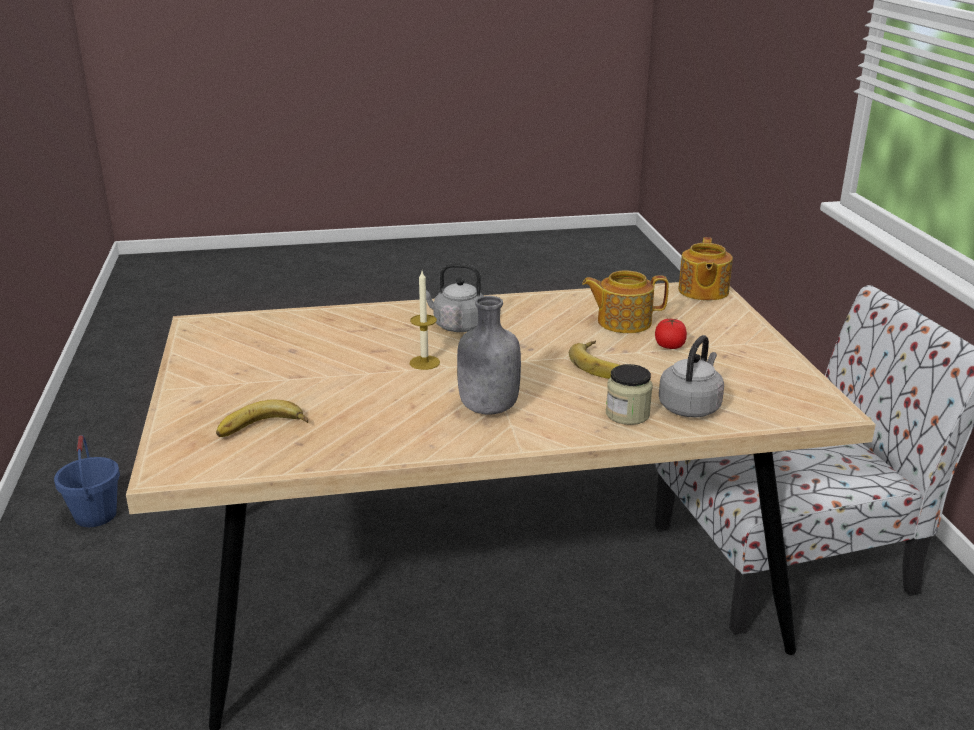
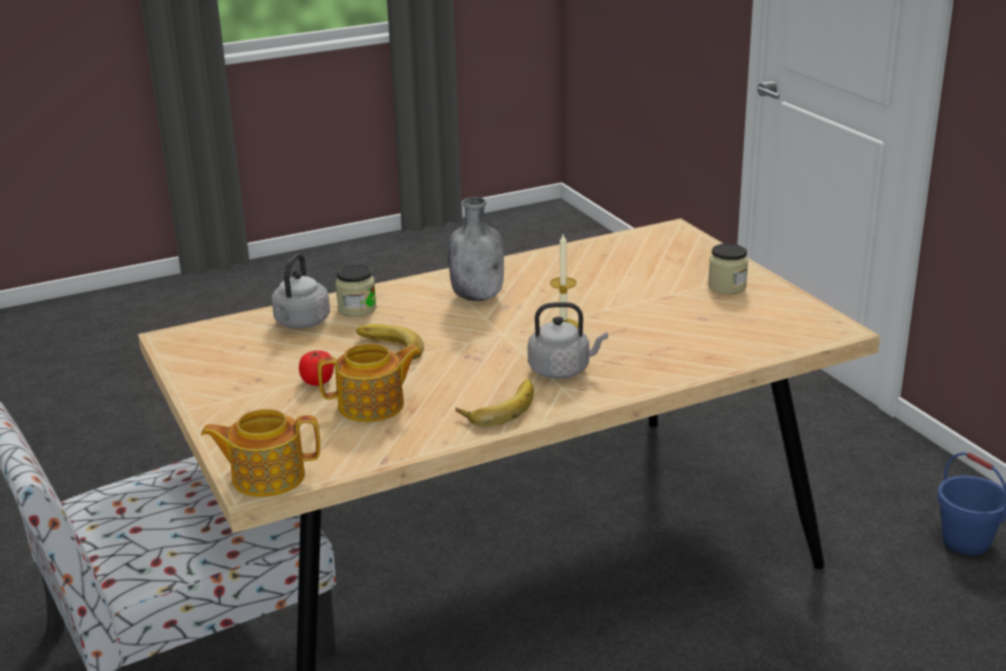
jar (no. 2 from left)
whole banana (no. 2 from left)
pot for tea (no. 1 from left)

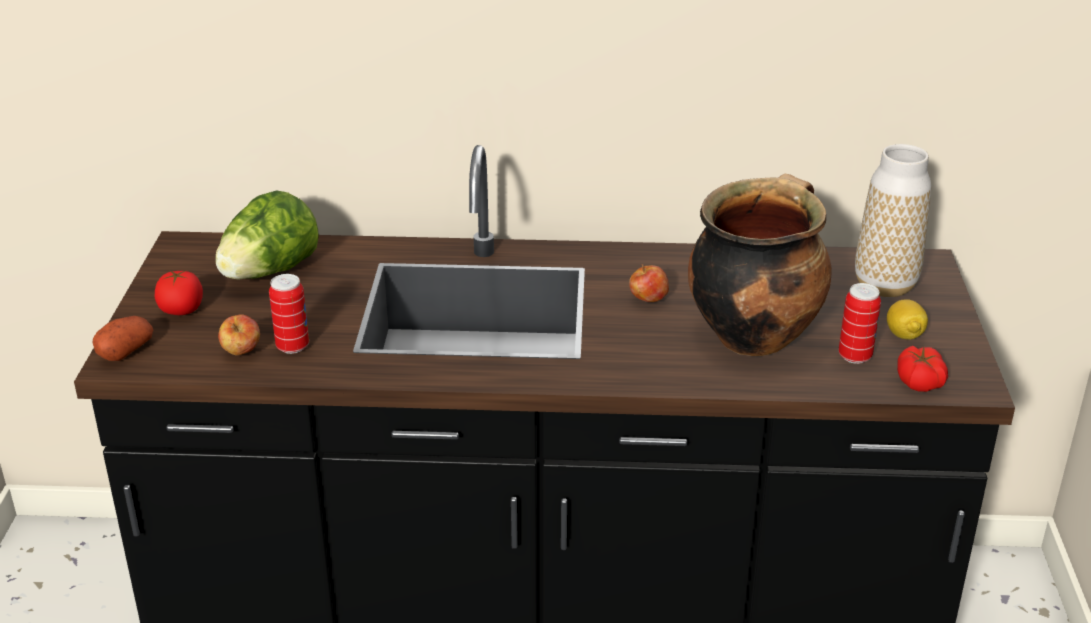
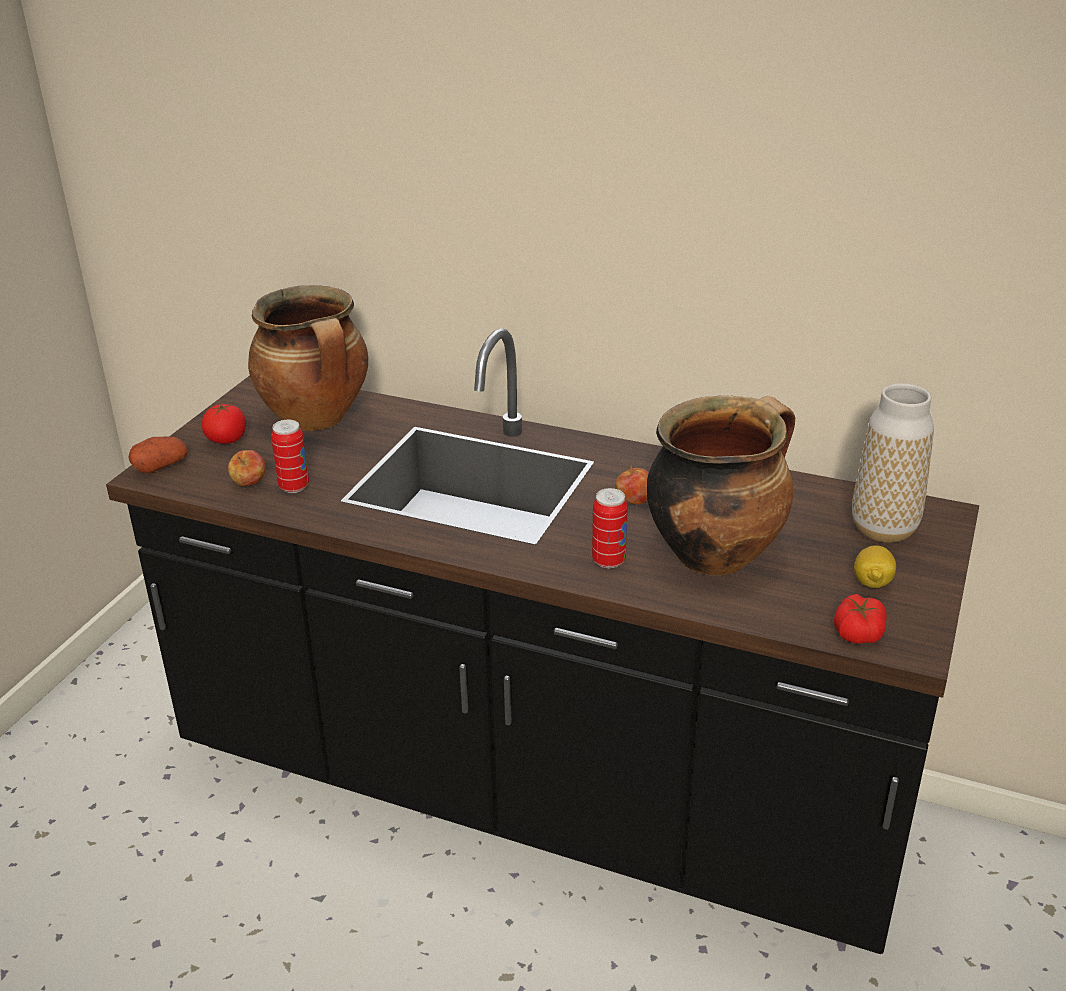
metal can (no. 2 from left)
stockpot (no. 1 from left)

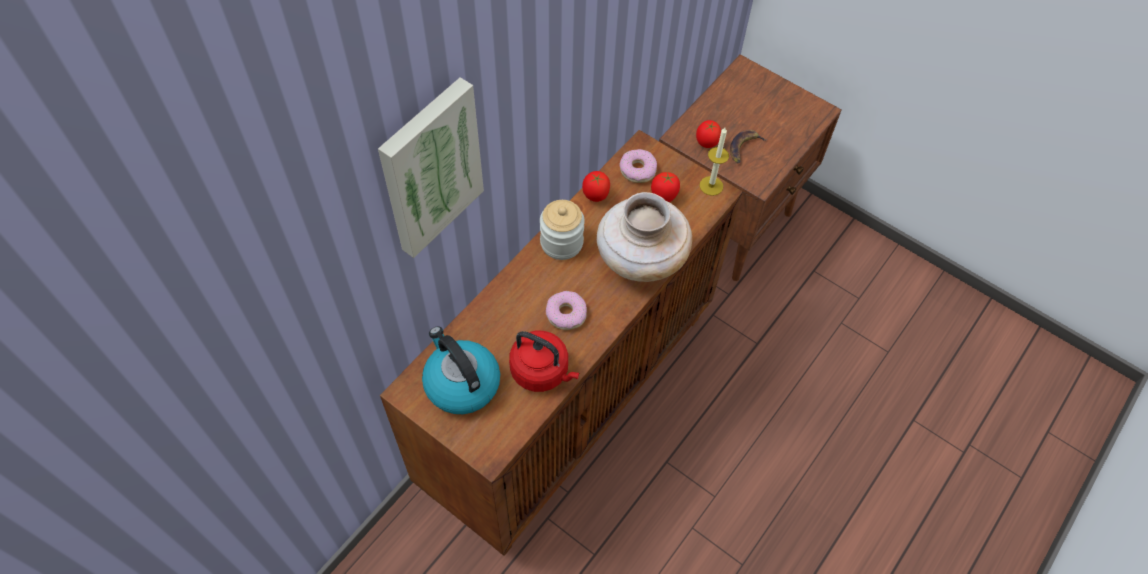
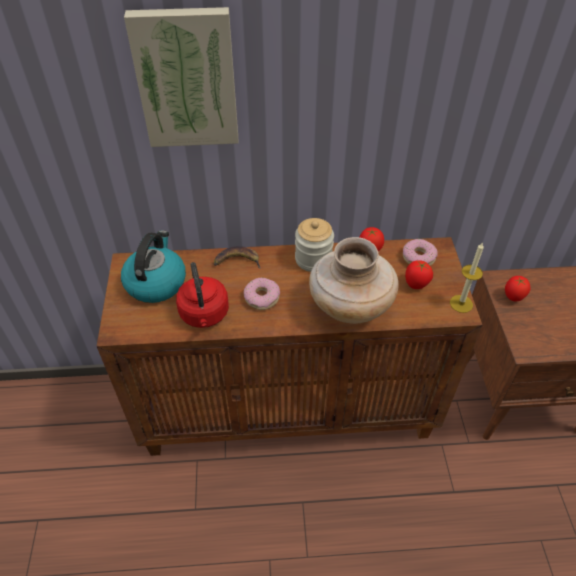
whole banana

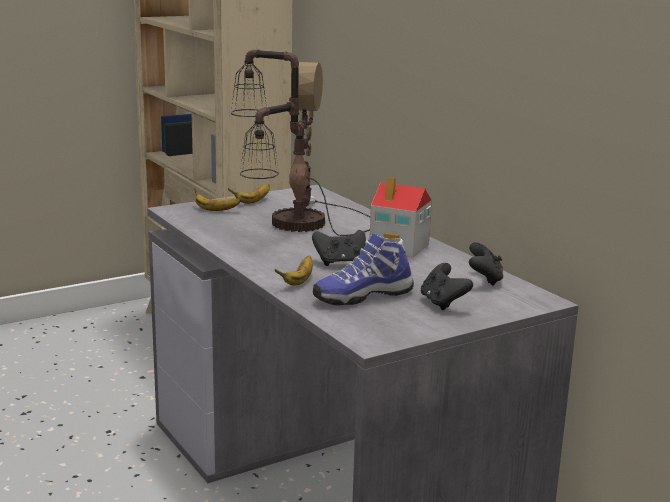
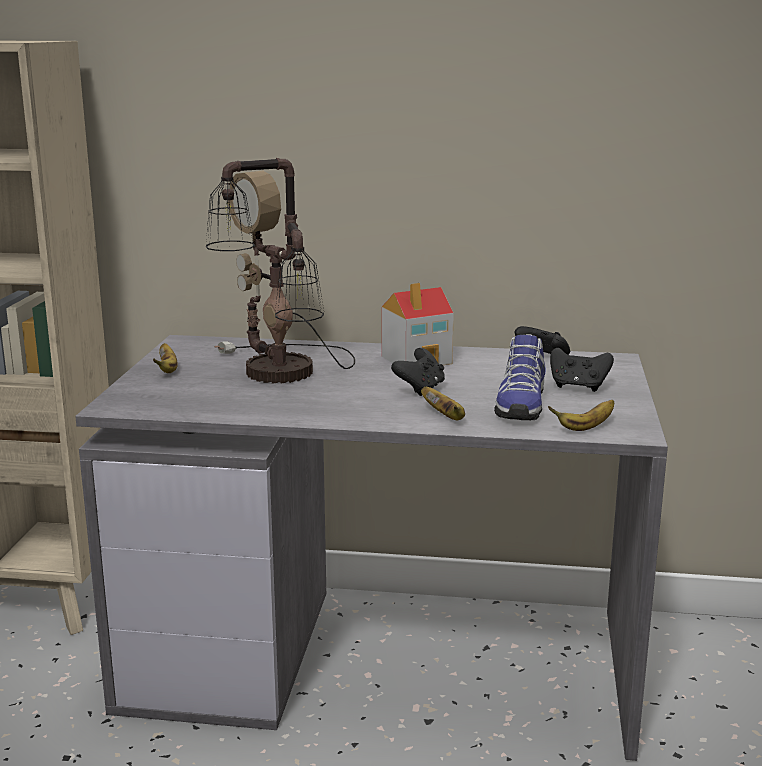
whole banana (no. 3 from left)

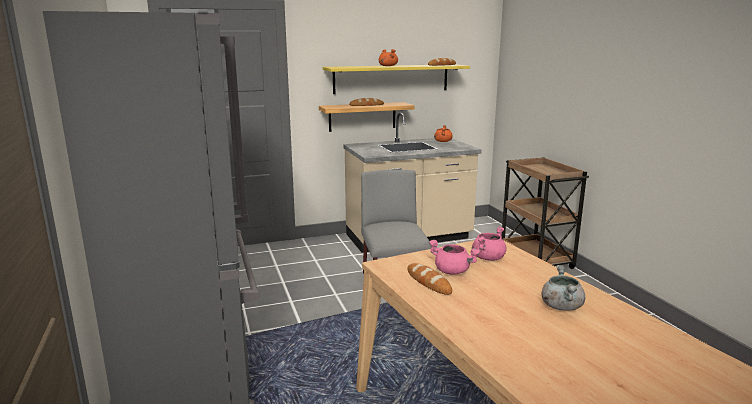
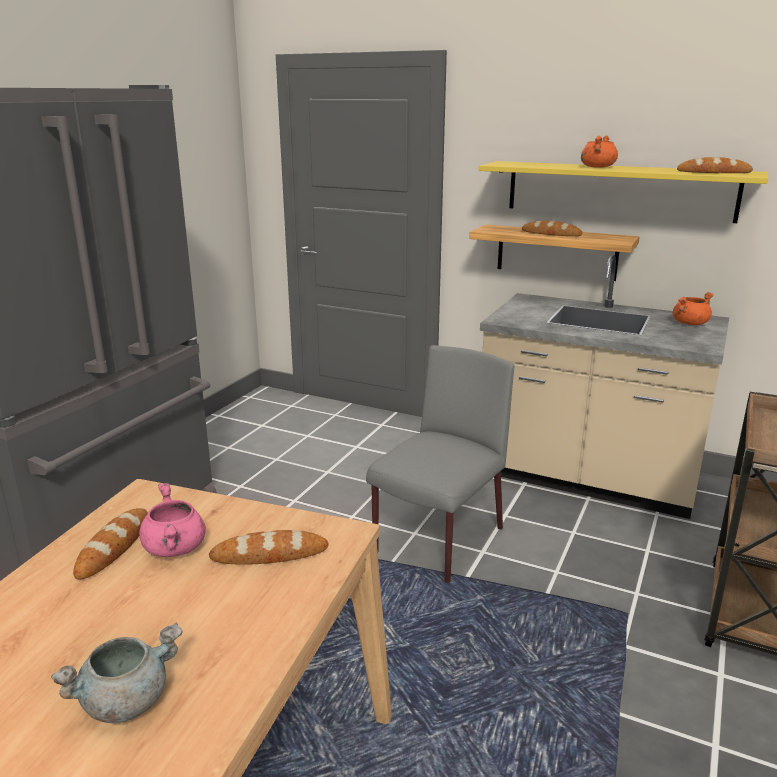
baked bread (no. 2 from left)

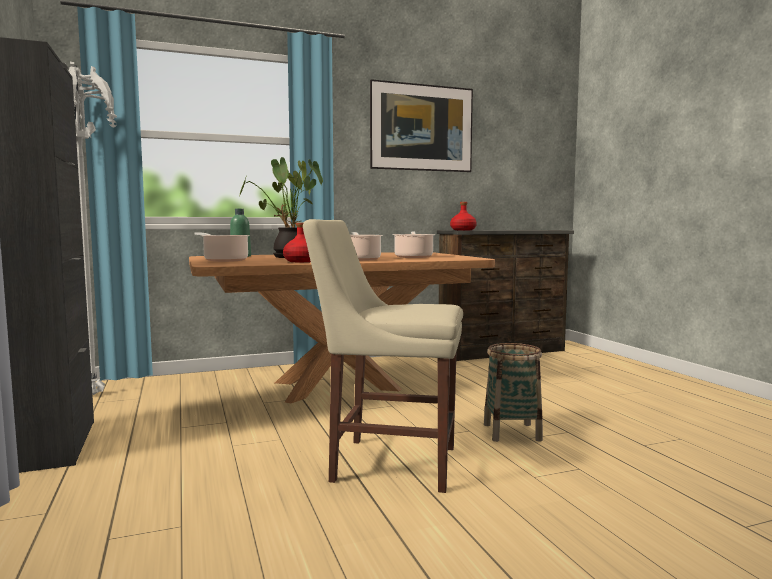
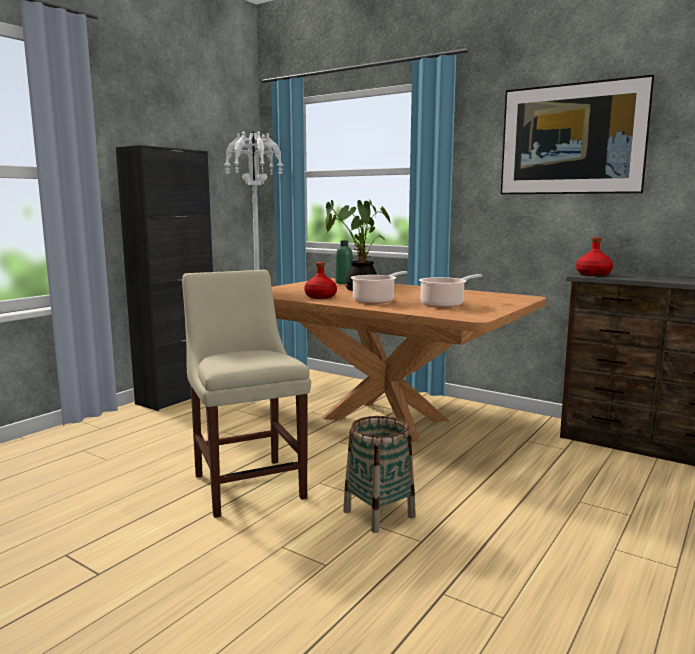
stockpot (no. 1 from left in the first image)

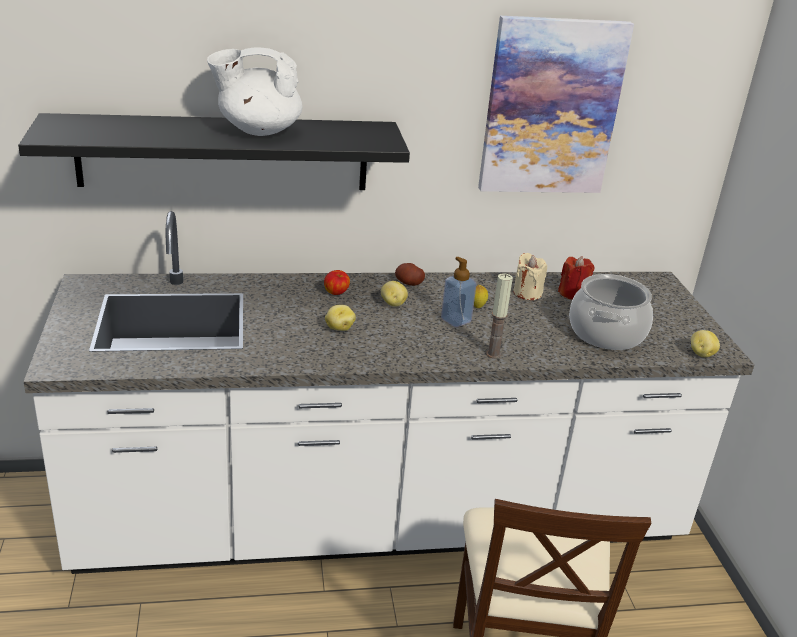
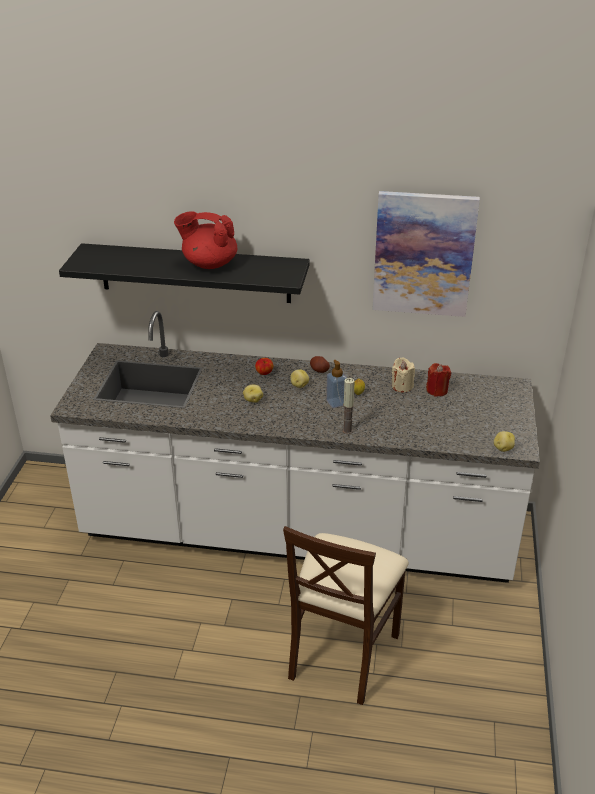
stockpot
red-coloured pot for tea

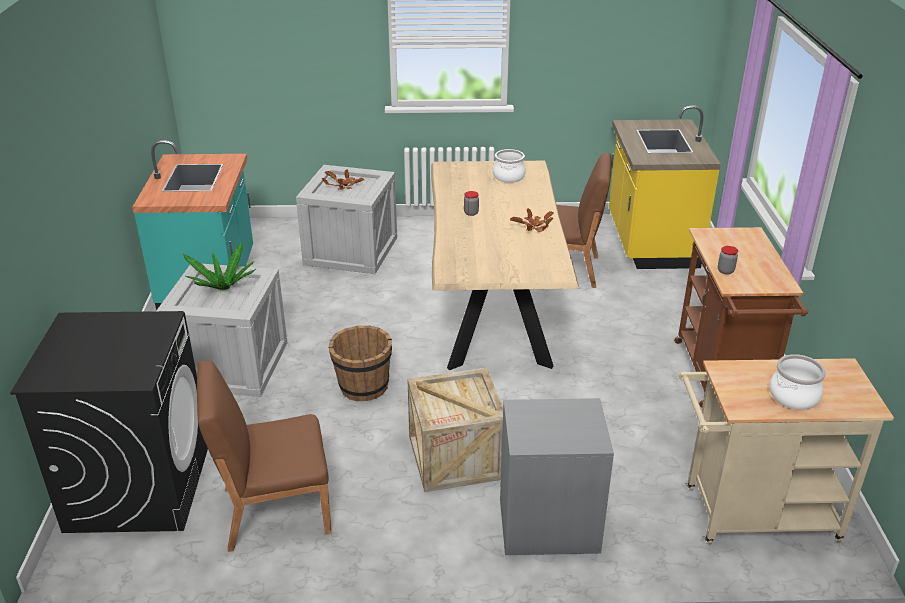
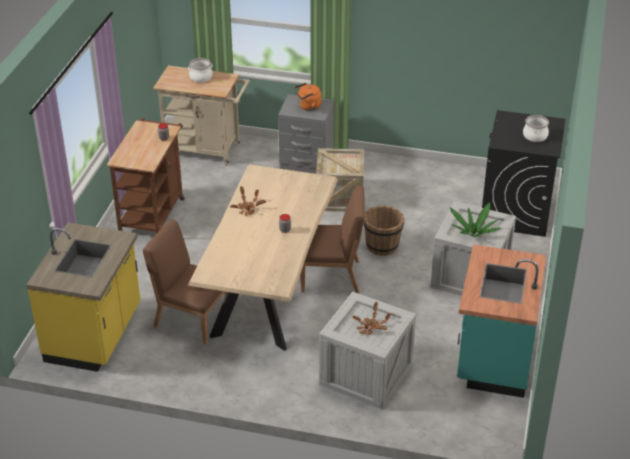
orange water kettle
brownish plain chair (no. 2 from left)
stockpot (no. 2 from left)

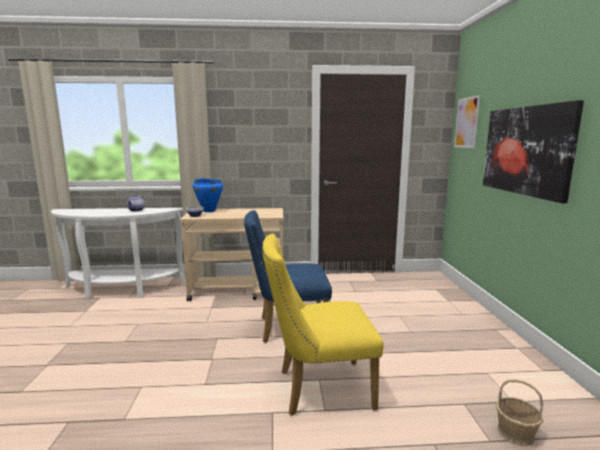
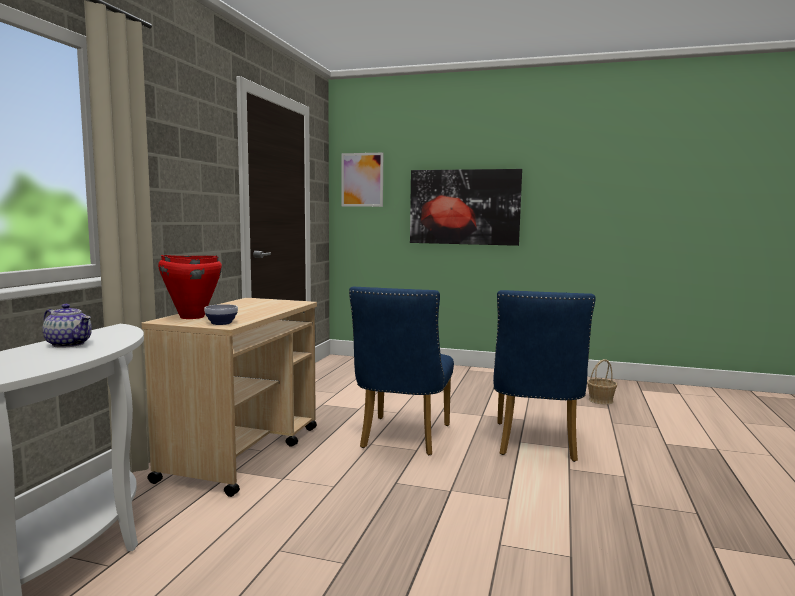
red-coloured stockpot
bluish plain chair (no. 2 from left)

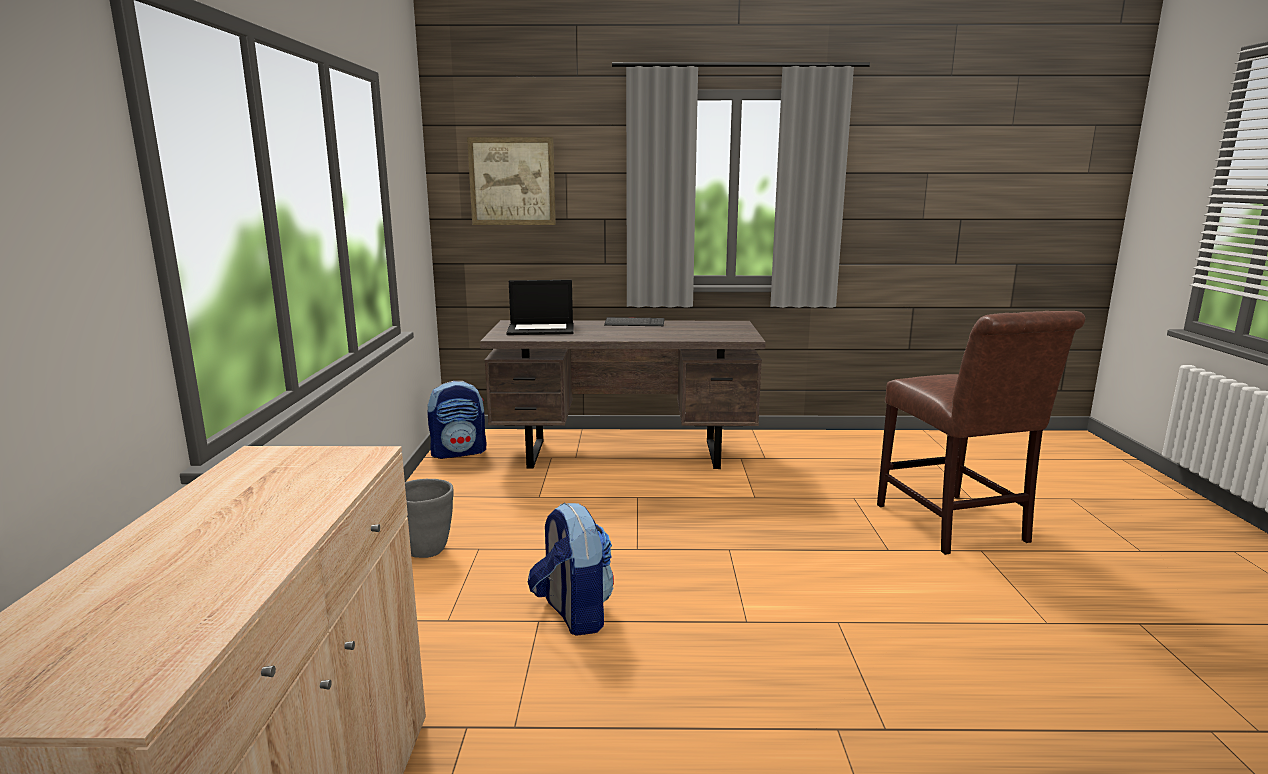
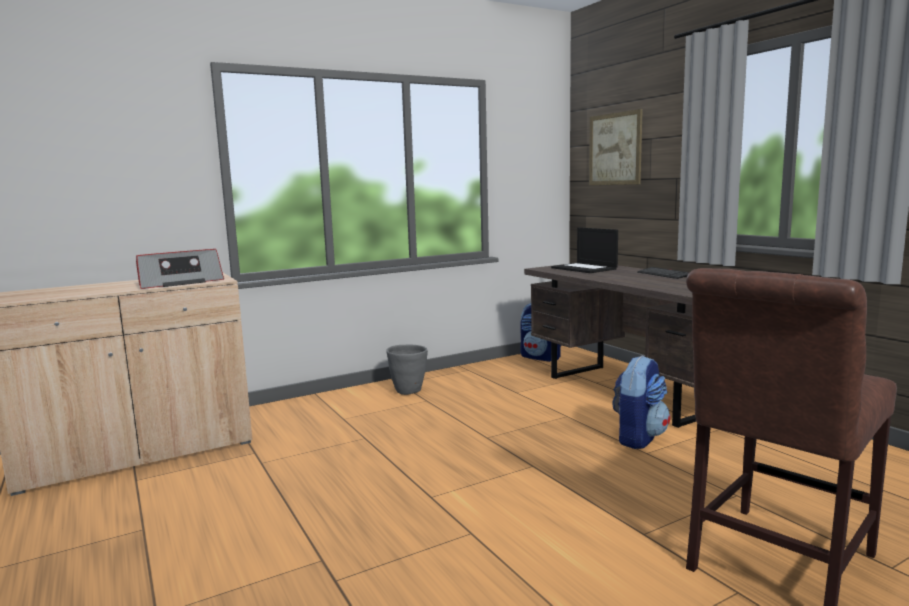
radio receiver
backpack (no. 2 from left)

